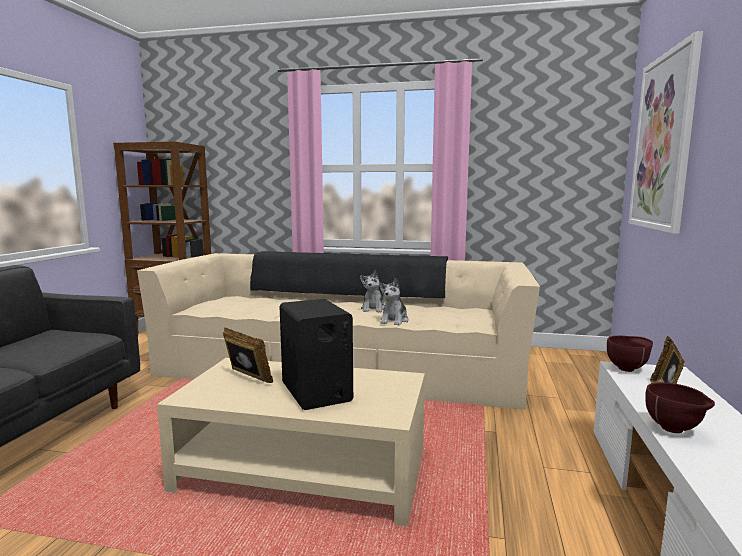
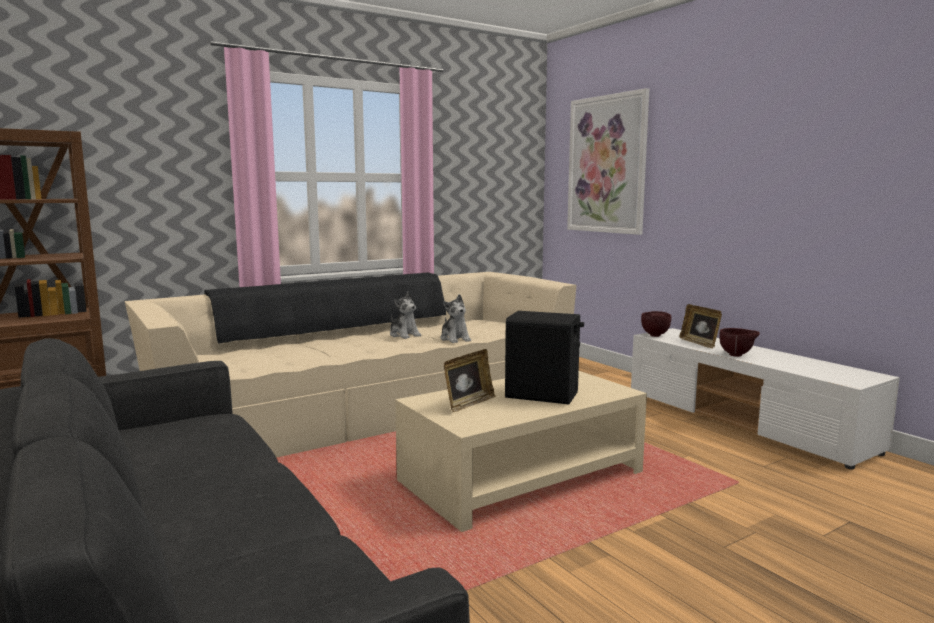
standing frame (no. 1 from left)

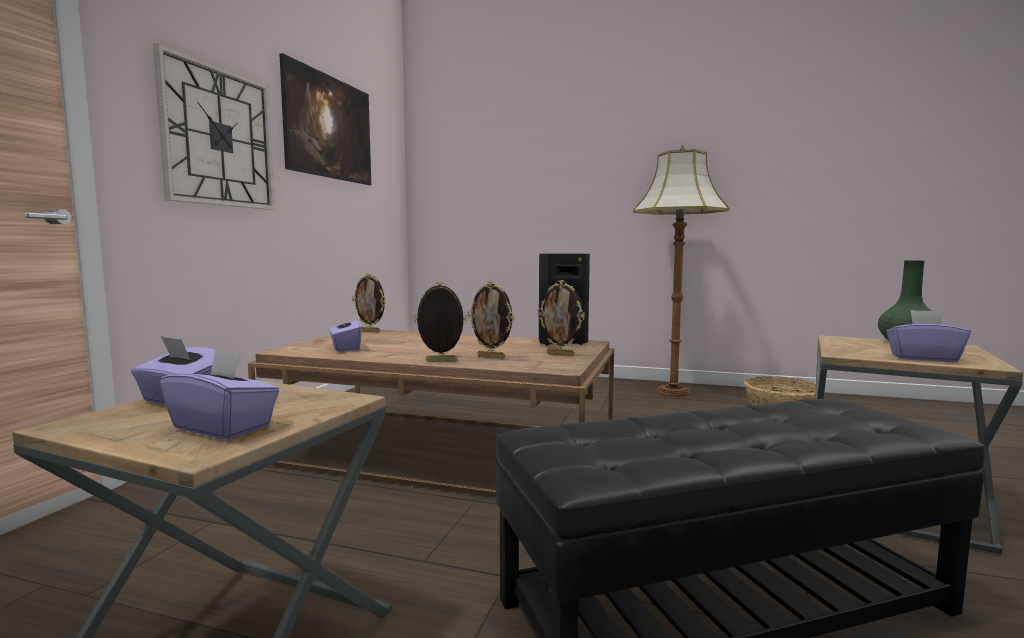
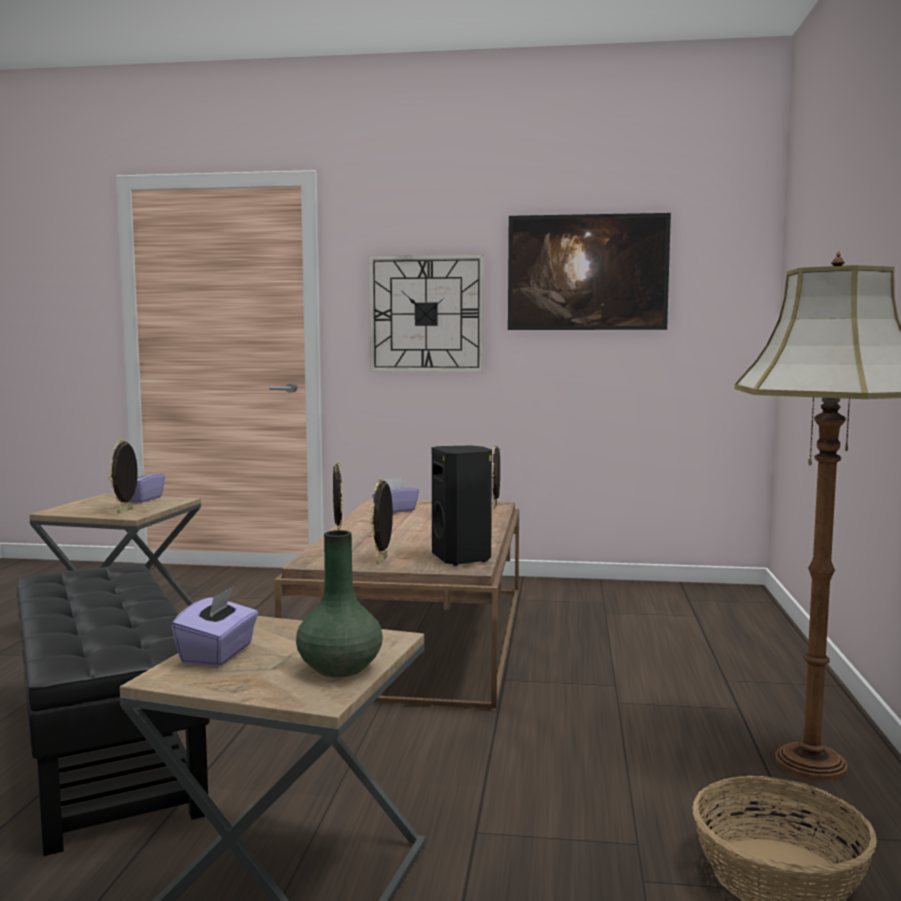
purplish tissue box (no. 2 from left in the first image)
standing frame (no. 1 from left)

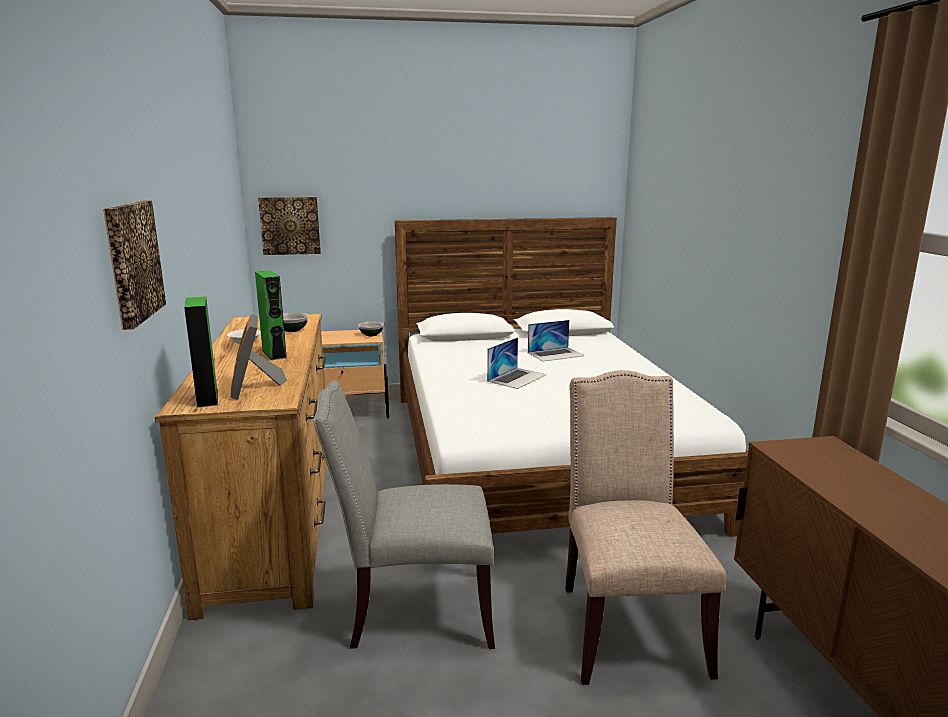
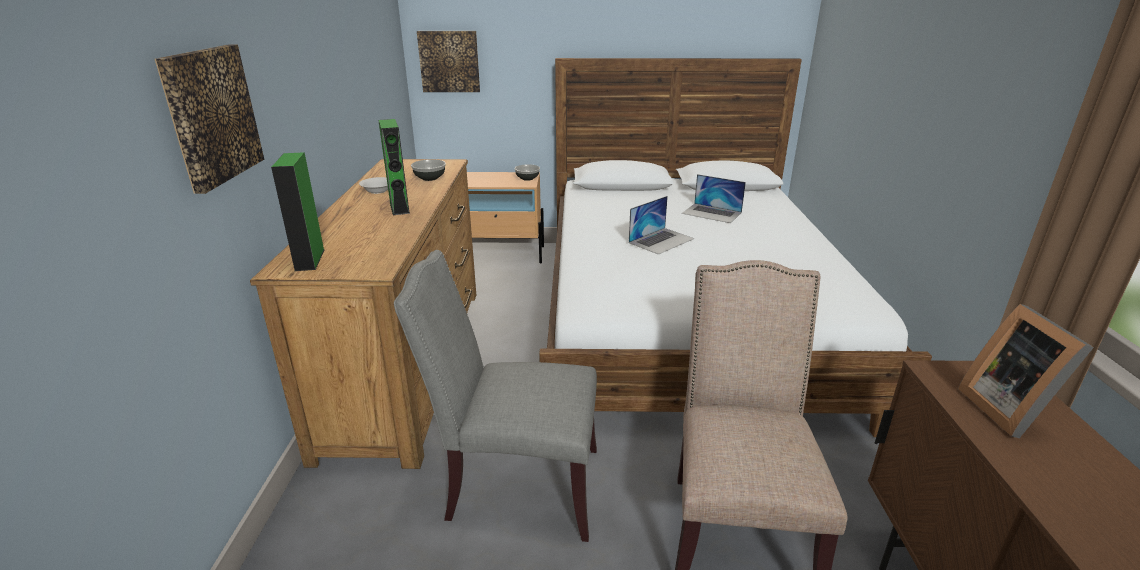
standing frame
laptop (no. 2 from left)

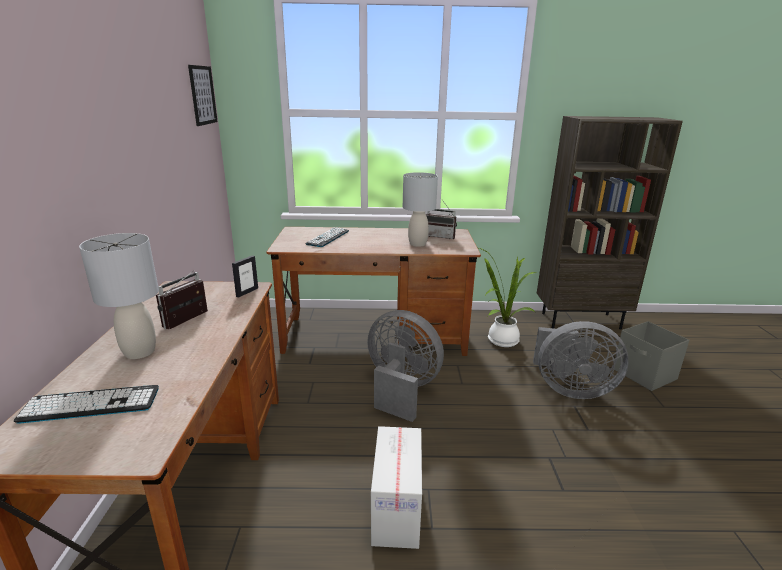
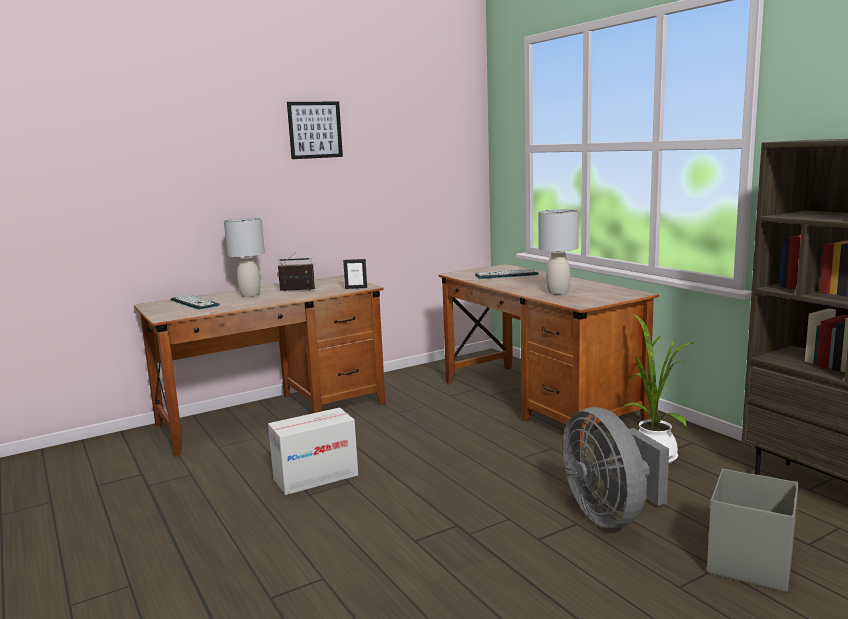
grey electric fan (no. 1 from left in the first image)
radio receiver (no. 2 from left in the first image)
wall picture

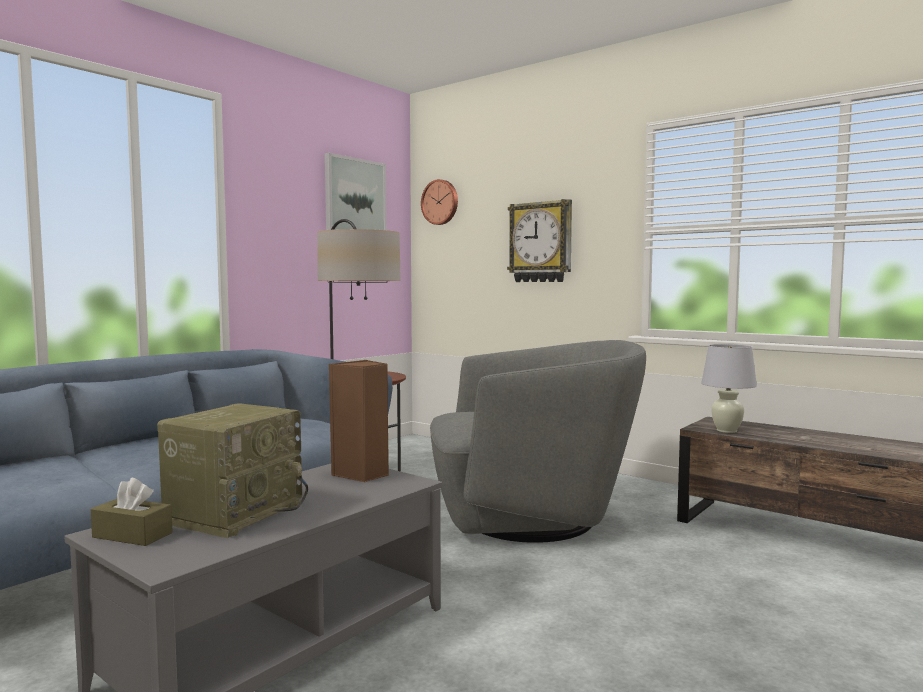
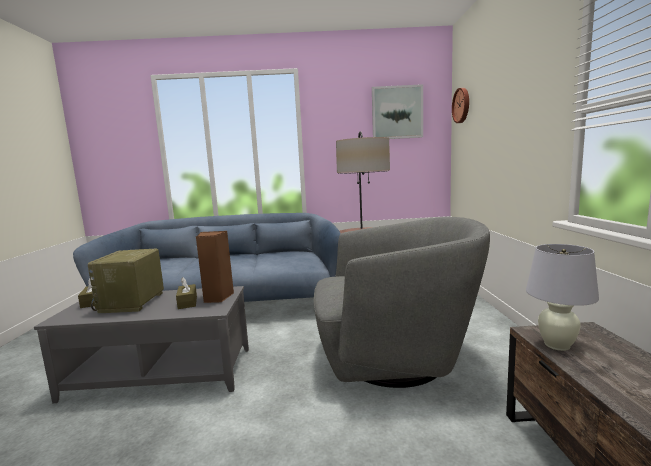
hanging clock (no. 2 from left in the first image)
brownish tissue box (no. 2 from left)
radio receiver
grey lounge chair

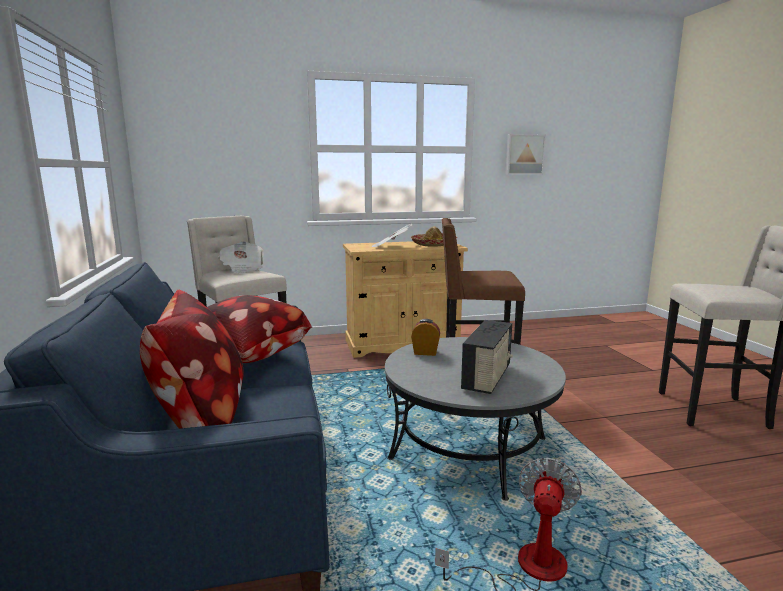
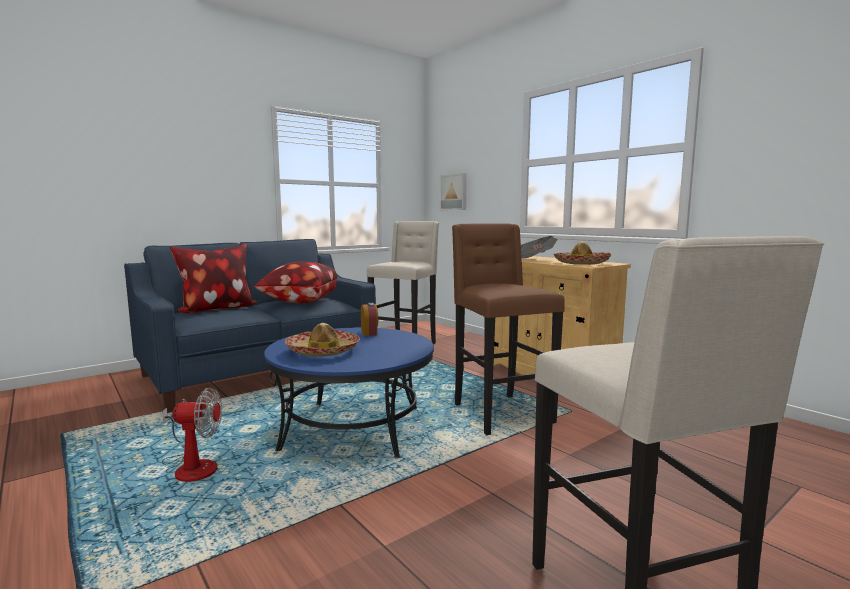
newspaper (no. 1 from left in the first image)
wall picture
hat (no. 1 from left)
bluish coffee table

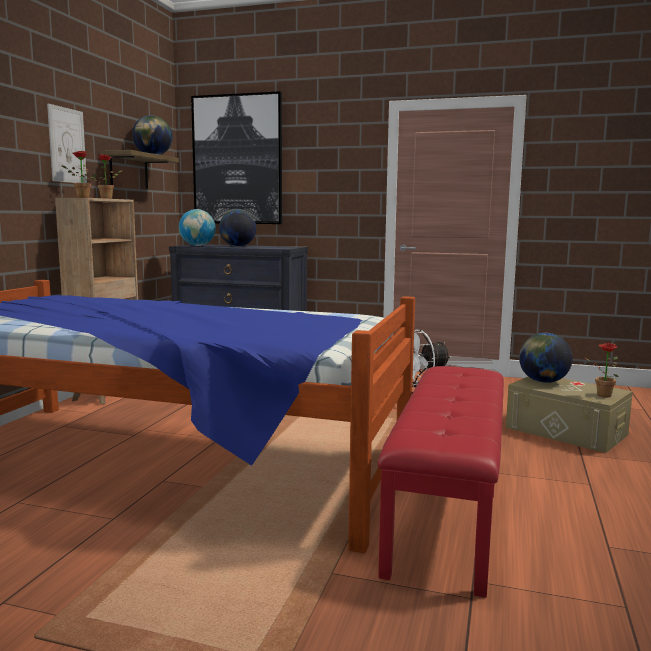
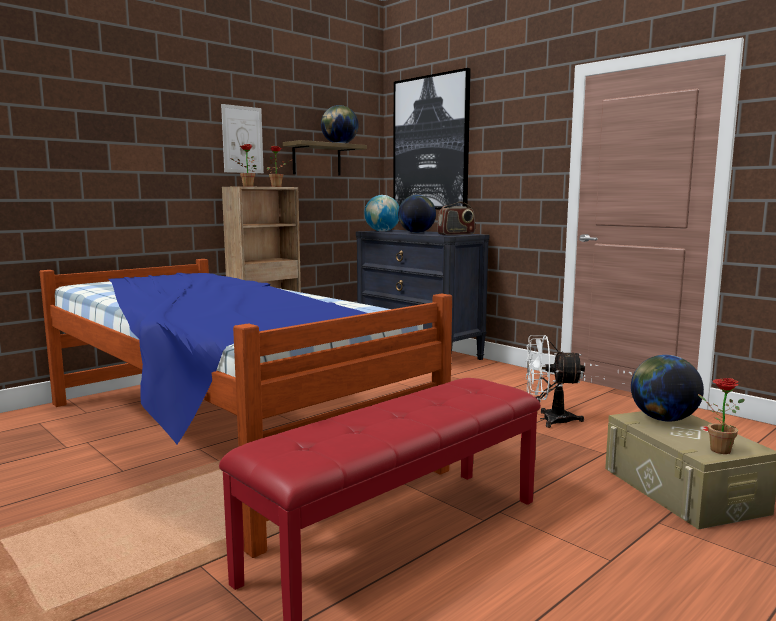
radio receiver

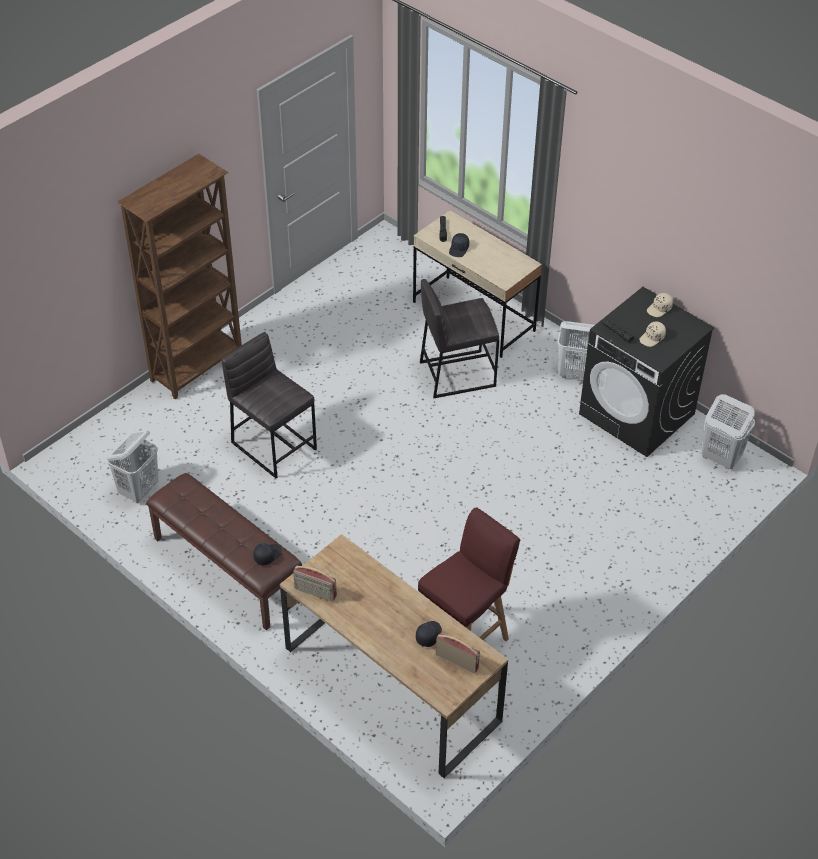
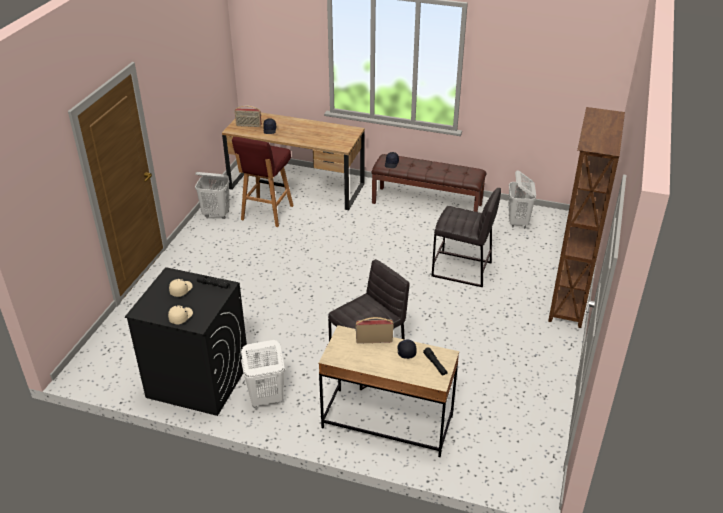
radio receiver (no. 2 from left)
whitish washing basket (no. 1 from left)

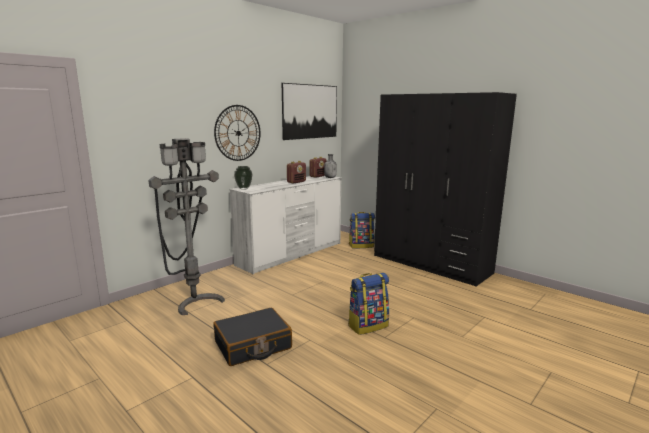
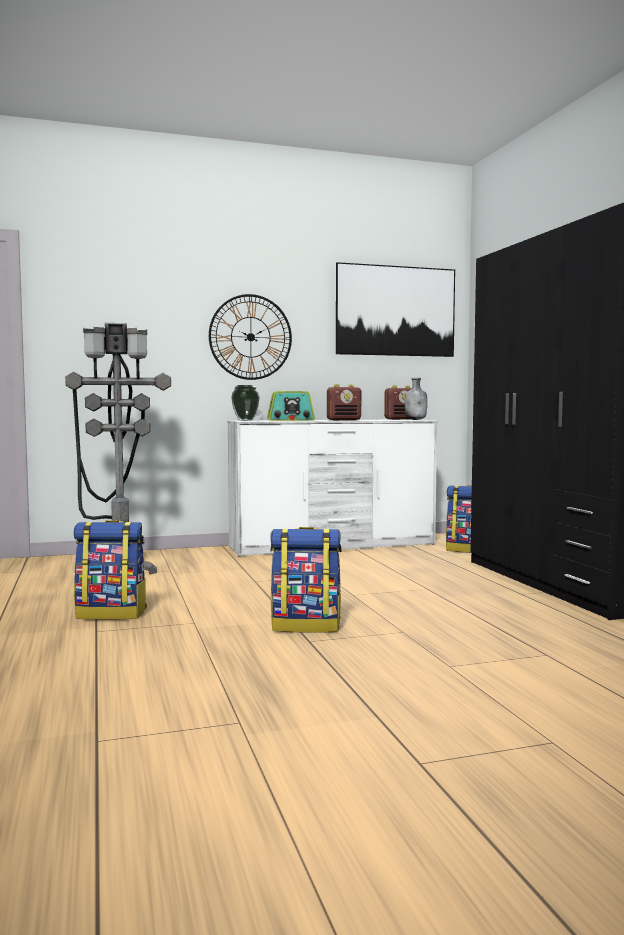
radio receiver (no. 1 from left)
backpack (no. 1 from left)

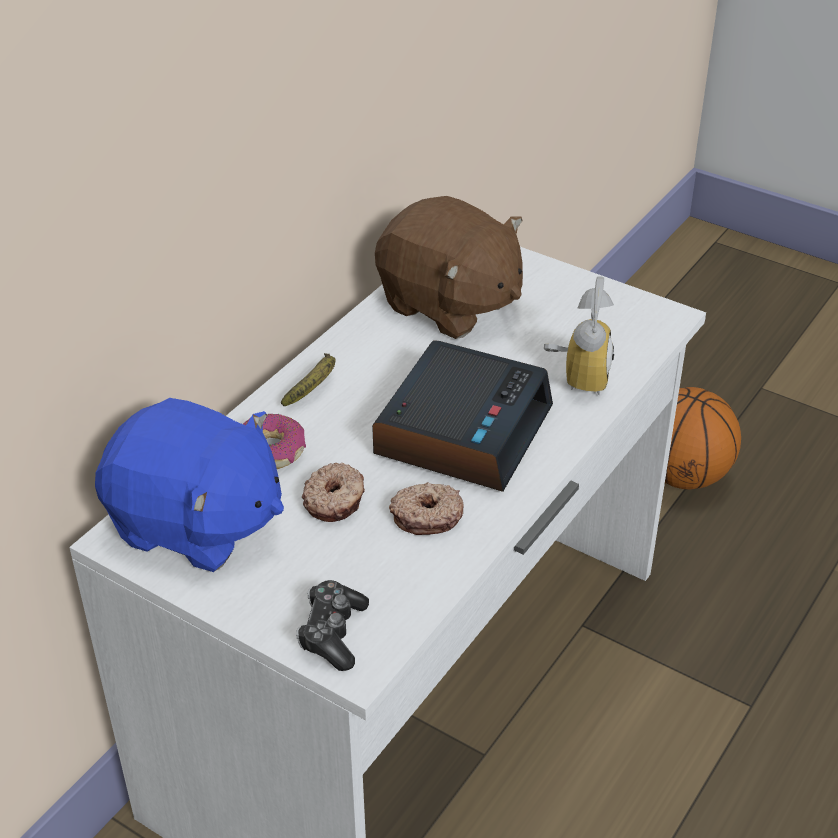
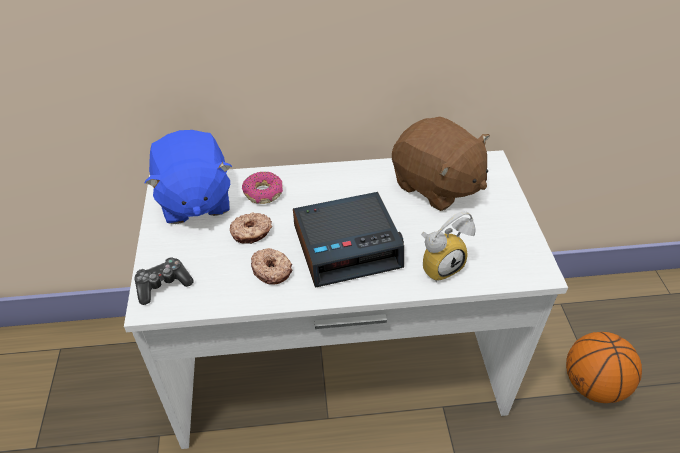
whole banana
brownish plush toy

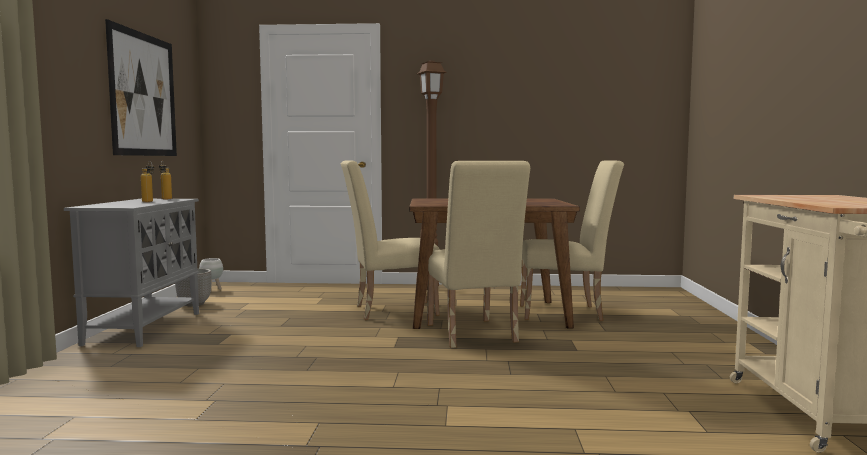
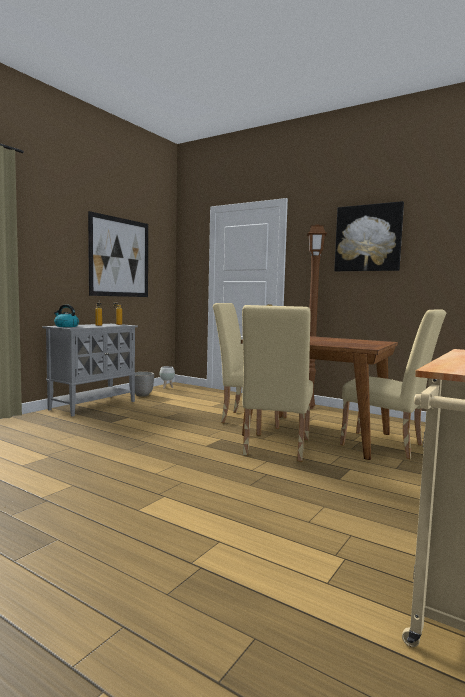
water kettle
wall picture (no. 2 from left)

